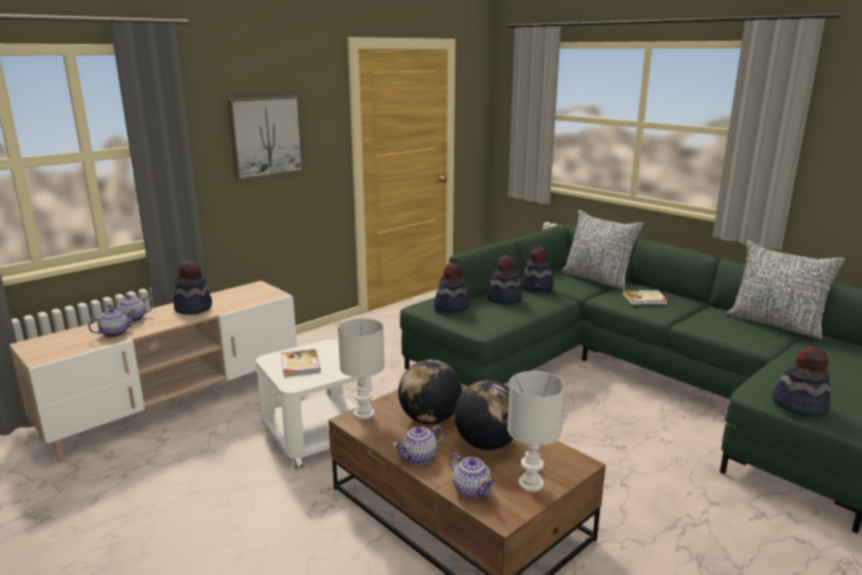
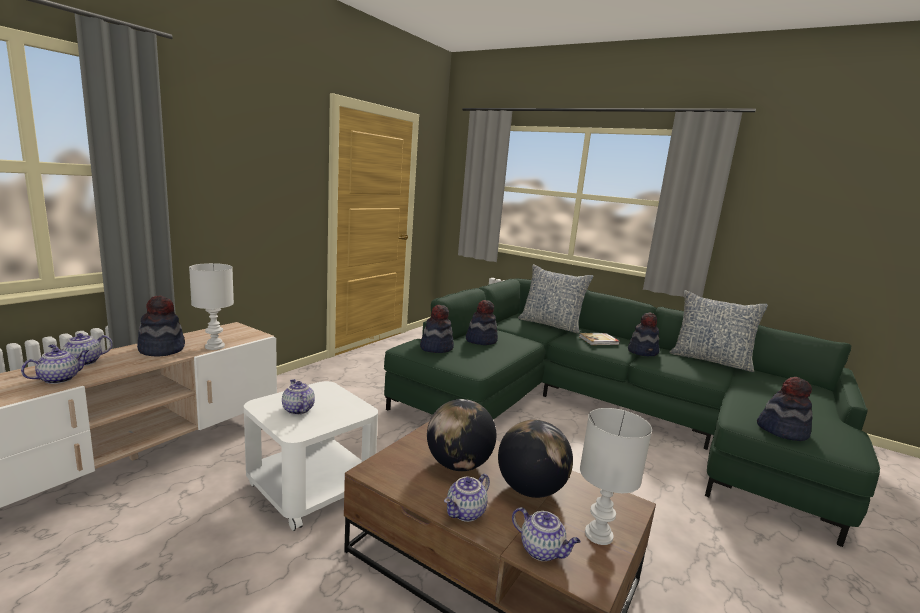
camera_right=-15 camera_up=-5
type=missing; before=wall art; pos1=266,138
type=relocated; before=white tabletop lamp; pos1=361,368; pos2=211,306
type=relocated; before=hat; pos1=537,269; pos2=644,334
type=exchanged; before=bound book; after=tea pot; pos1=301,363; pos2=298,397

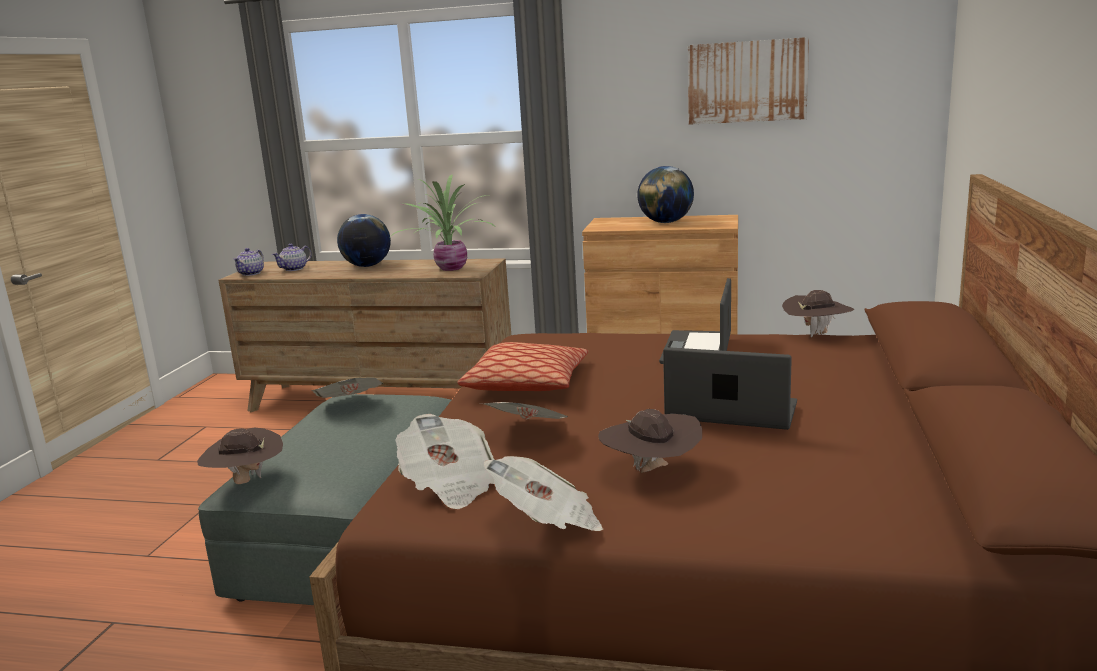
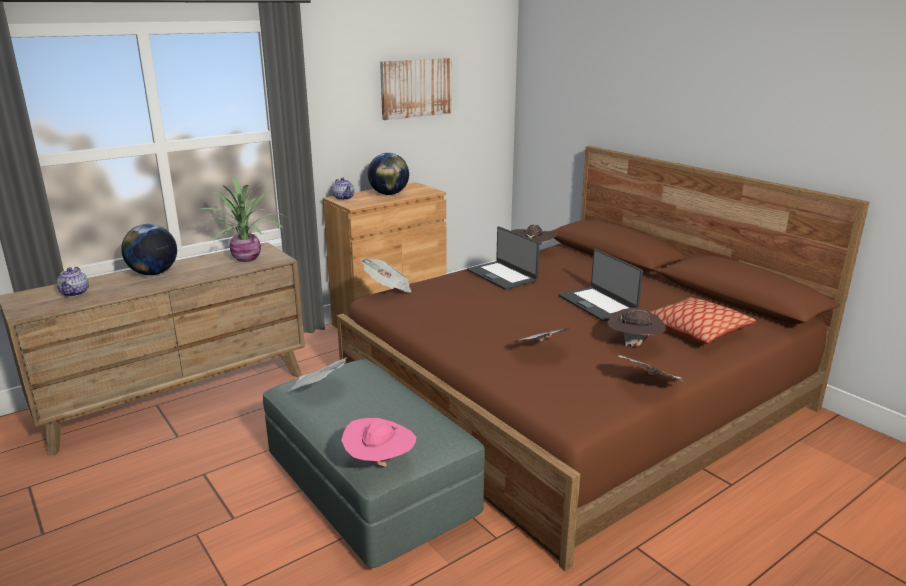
camera_right=-50 camera_up=5
type=relocated; before=tea pot; pos1=248,262; pos2=343,189
type=relocated; before=daily paper; pos1=445,461; pos2=386,275
type=relocated; before=pillow; pos1=522,366; pos2=703,320
type=colour; before=brown-coloured hat; after=pink hat; pos1=240,455; pos2=378,442
type=spun; before=laptop; pos1=730,388; pos2=601,285; turn=-90

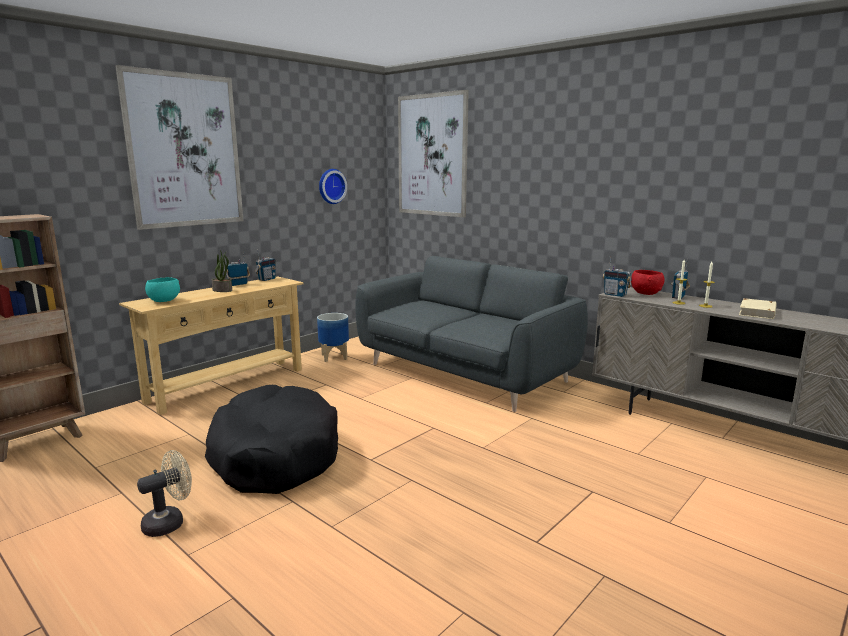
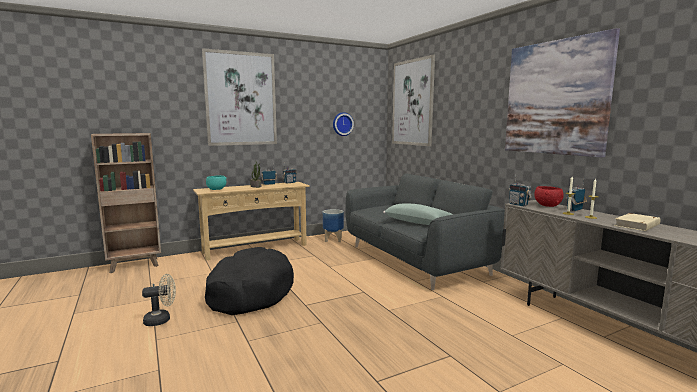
camera_right=20 camera_up=-5
type=appeared; after=green-coloured pillow; pos2=418,214
type=appeared; after=wall art; pos2=562,92

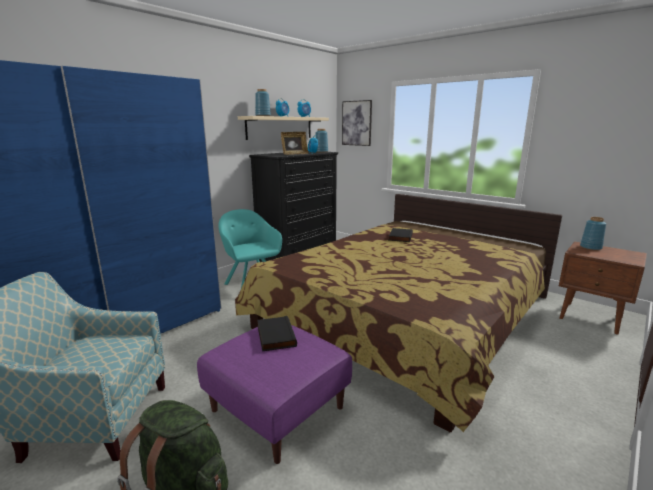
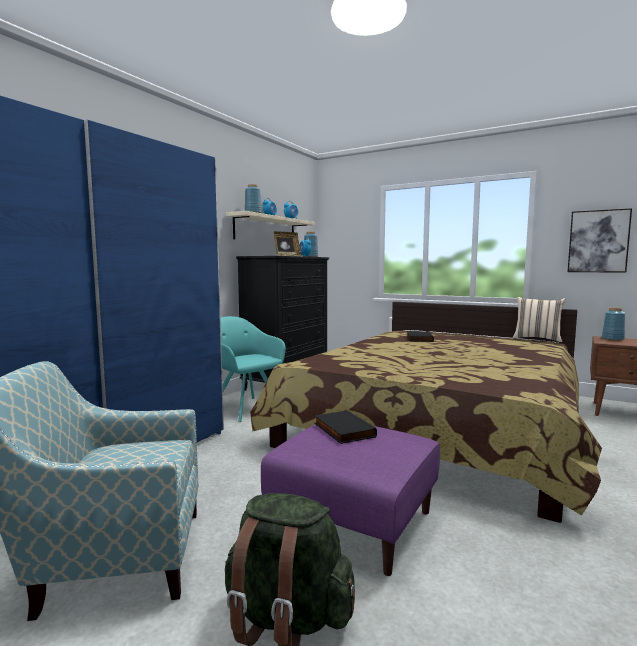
camera_right=-10 camera_up=-10
type=appeared; after=beige pillow; pos2=539,319
type=relocated; before=wall art; pos1=357,123; pos2=599,240

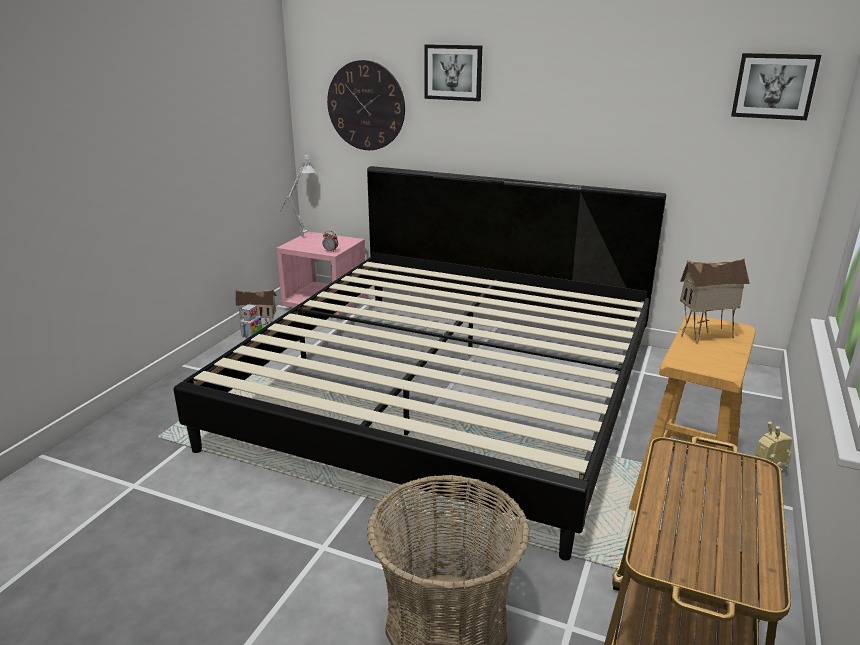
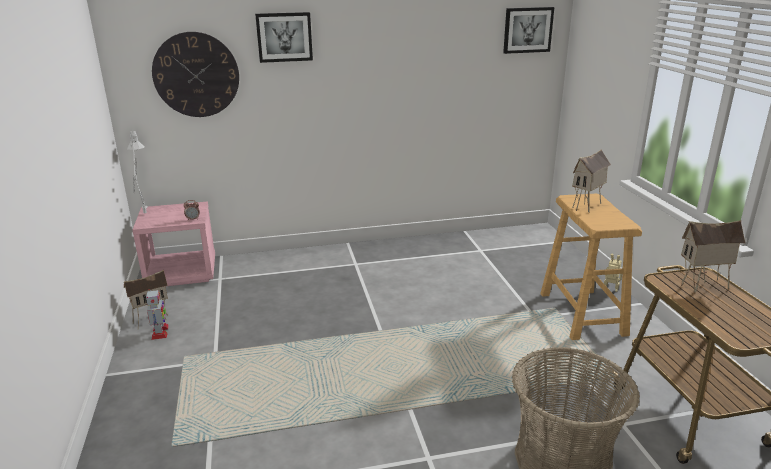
camera_right=-35 camera_up=0
type=missing; before=bedroom bed; pos1=419,363
type=appeared; after=toy house; pos2=713,256

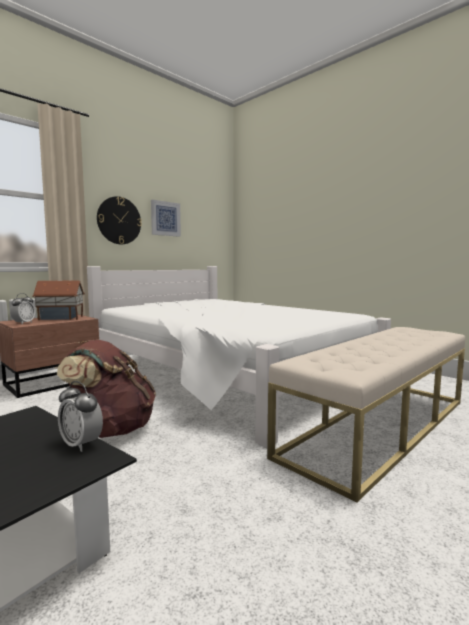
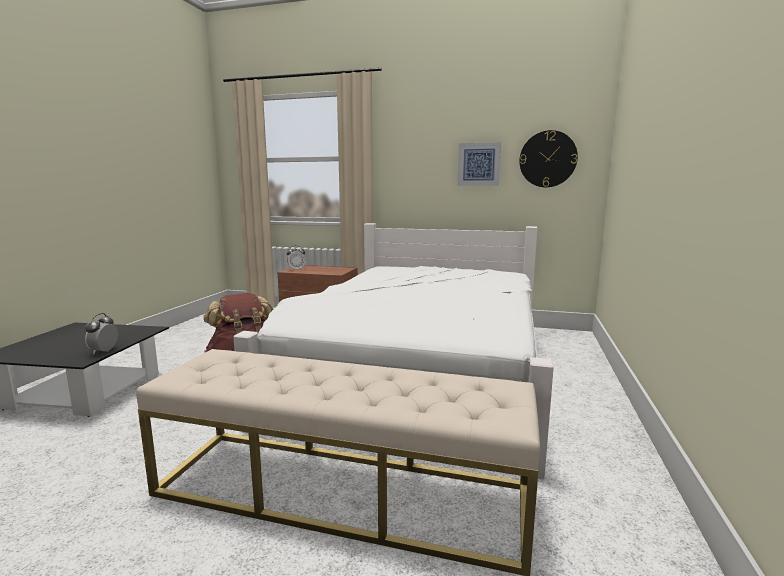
camera_right=60 camera_up=5
type=missing; before=toy house; pos1=58,300
type=relocated; before=hanging clock; pos1=119,220; pos2=548,158

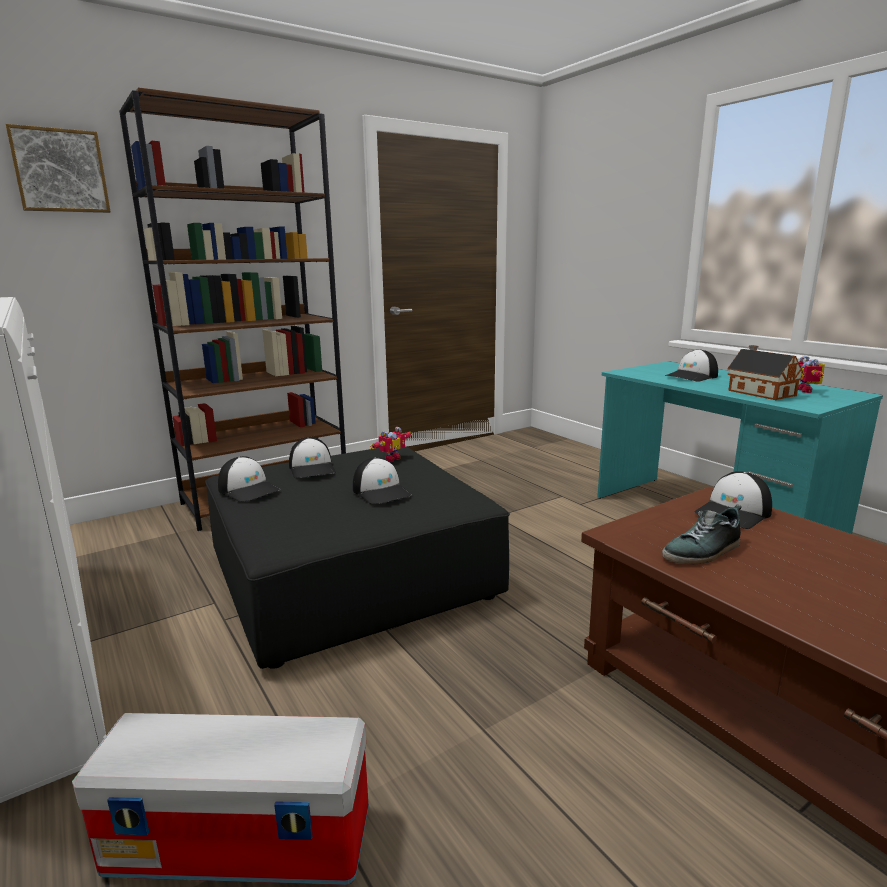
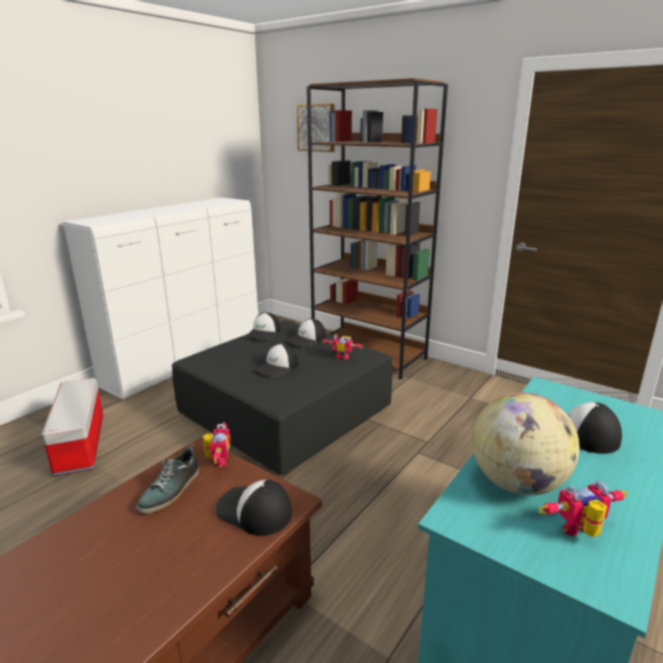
camera_right=70 camera_up=5
type=appeared; after=robot figure; pos2=217,444
type=exchanged; before=toy house; after=desk globe; pos1=765,372; pos2=526,444
type=spun; before=shoe; pos1=702,534; pos2=167,479; turn=-105

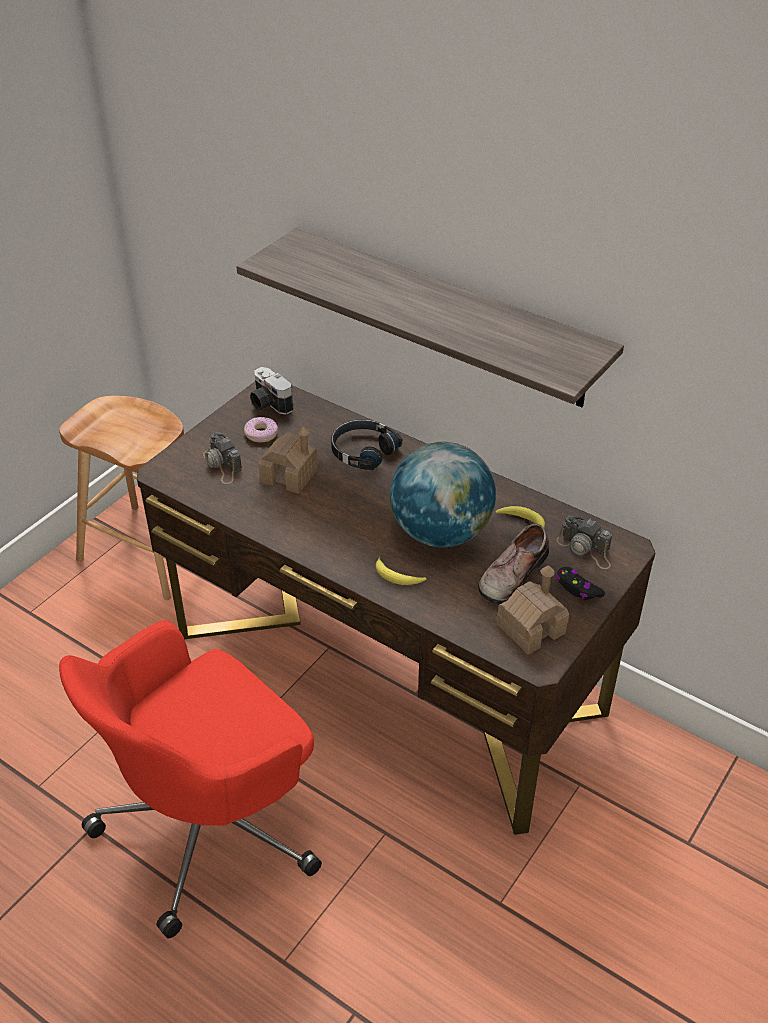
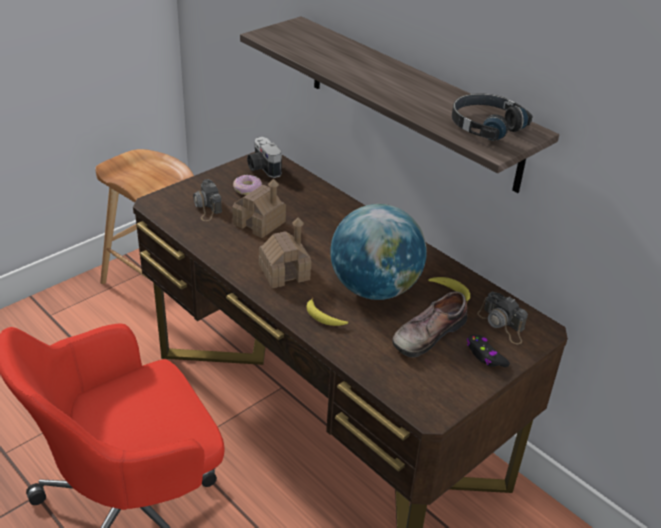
camera_right=10 camera_up=-5
type=relocated; before=black headset; pos1=366,445; pos2=492,117
type=relocated; before=toy house; pos1=532,610; pos2=285,253

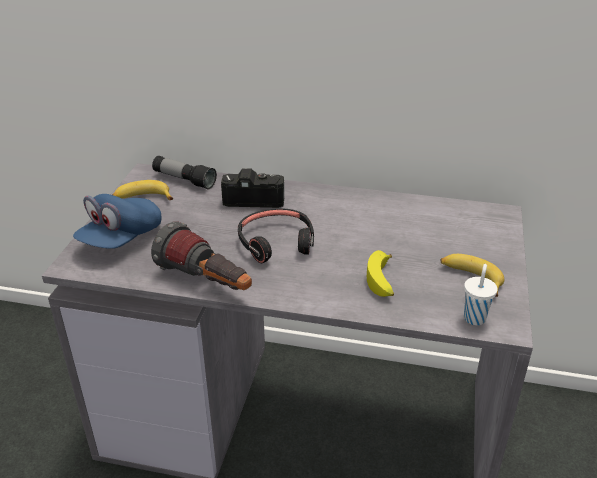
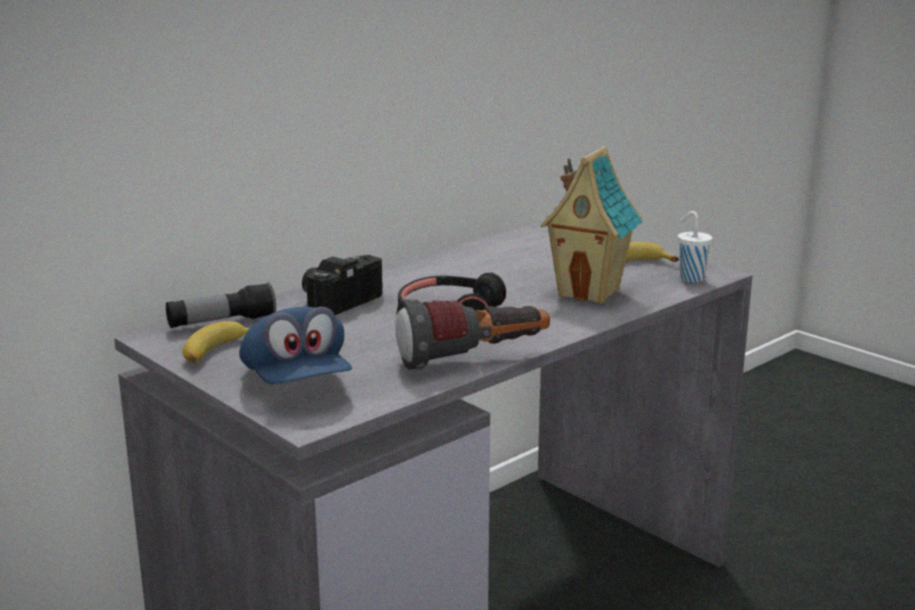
camera_right=-55 camera_up=-15
type=exchanged; before=banana fruit; after=toy house; pos1=380,273; pos2=591,225

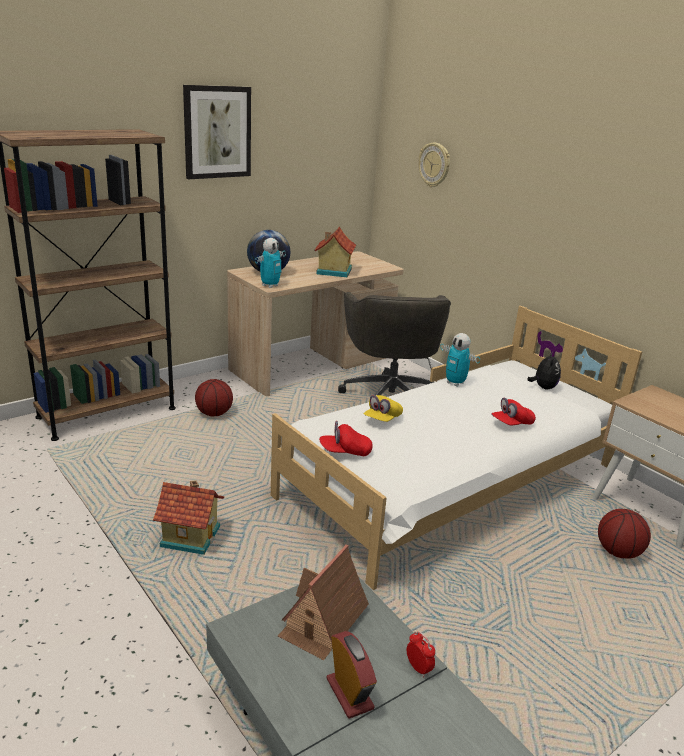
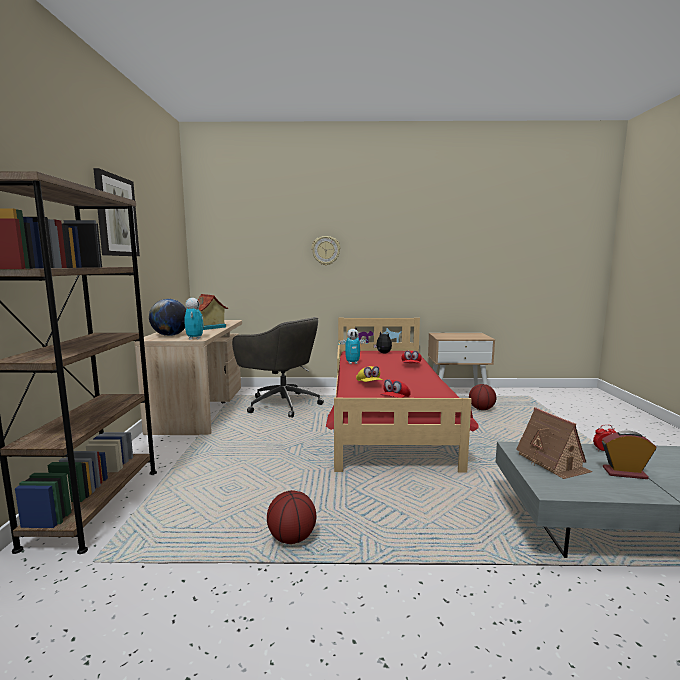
camera_right=-50 camera_up=-15
type=missing; before=toy house; pos1=188,517
type=relocated; before=ball for basketball; pos1=214,398; pos2=291,517
type=relocated; before=hanging clock; pos1=434,165; pos2=326,251
type=colour; before=white bedroom bed; after=red-coloured bedroom bed; pos1=455,448; pos2=402,395

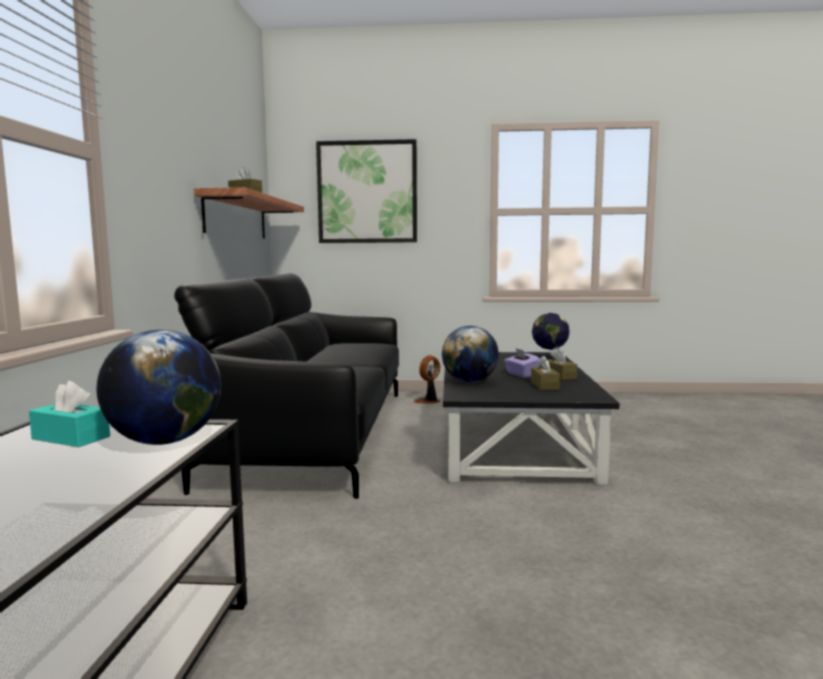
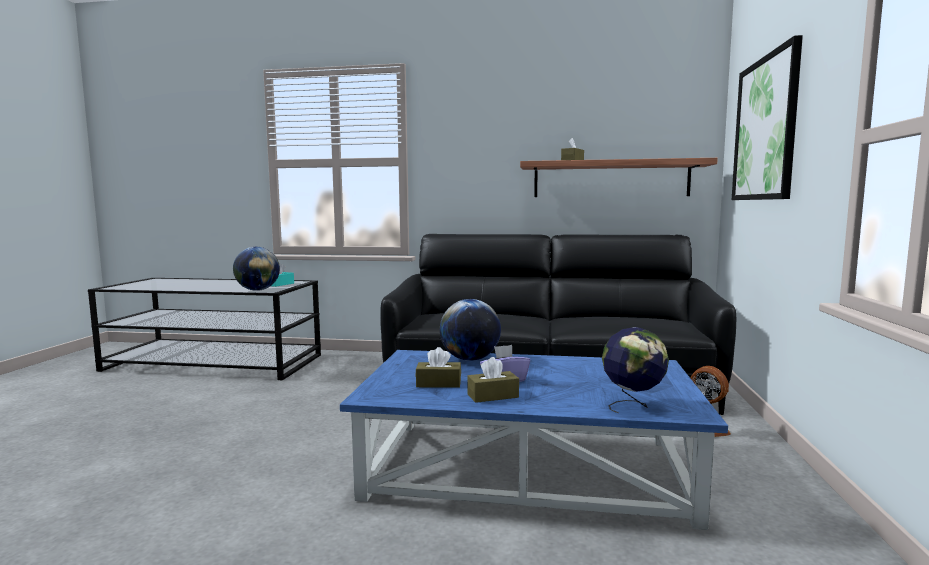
camera_right=95 camera_up=0
type=colour; before=black low table; after=blue-coloured low table; pos1=531,419; pos2=534,440

